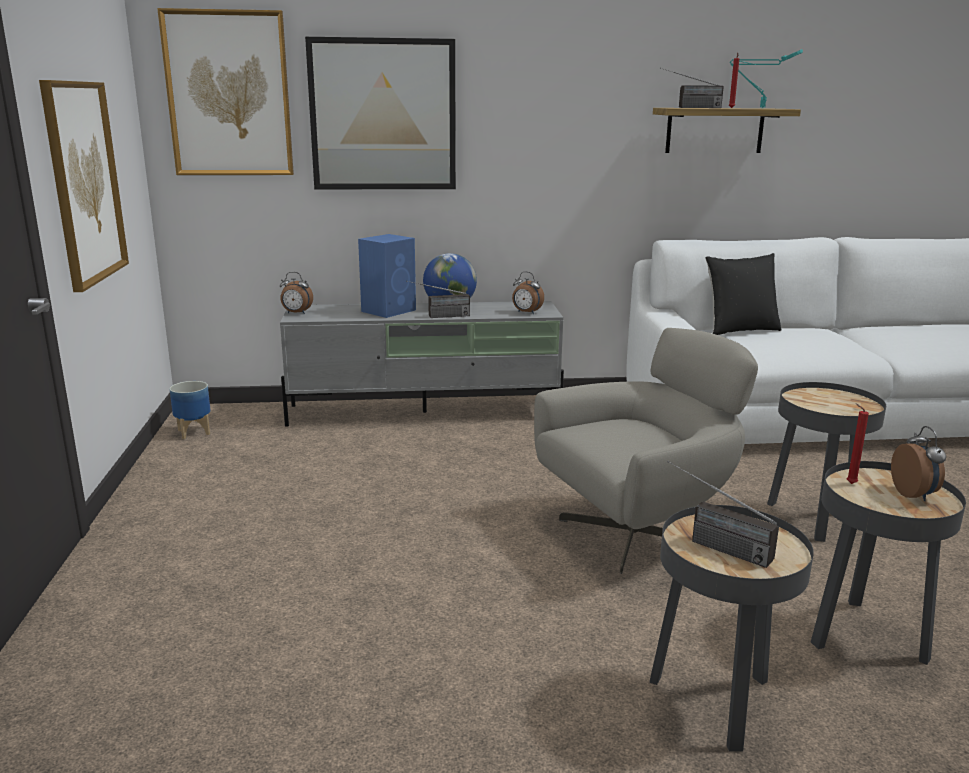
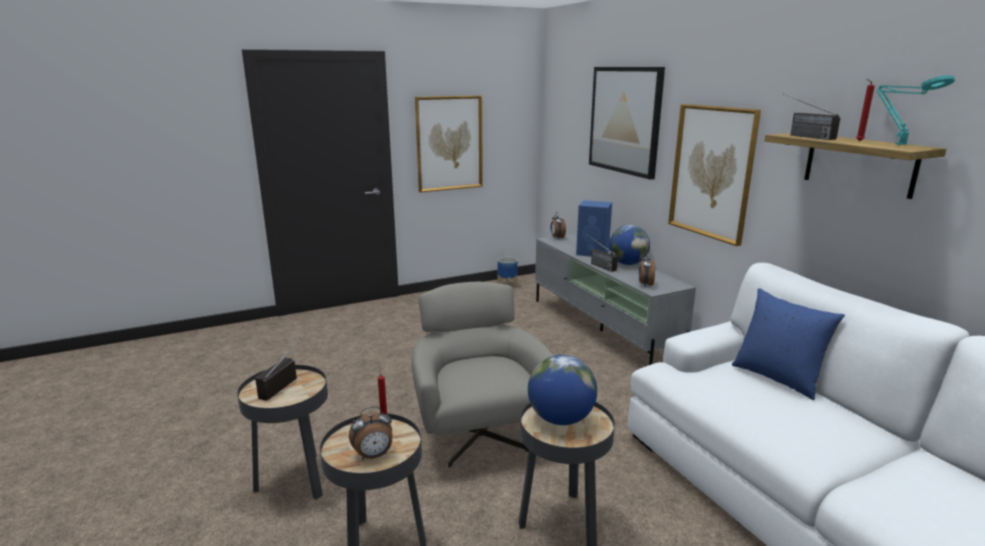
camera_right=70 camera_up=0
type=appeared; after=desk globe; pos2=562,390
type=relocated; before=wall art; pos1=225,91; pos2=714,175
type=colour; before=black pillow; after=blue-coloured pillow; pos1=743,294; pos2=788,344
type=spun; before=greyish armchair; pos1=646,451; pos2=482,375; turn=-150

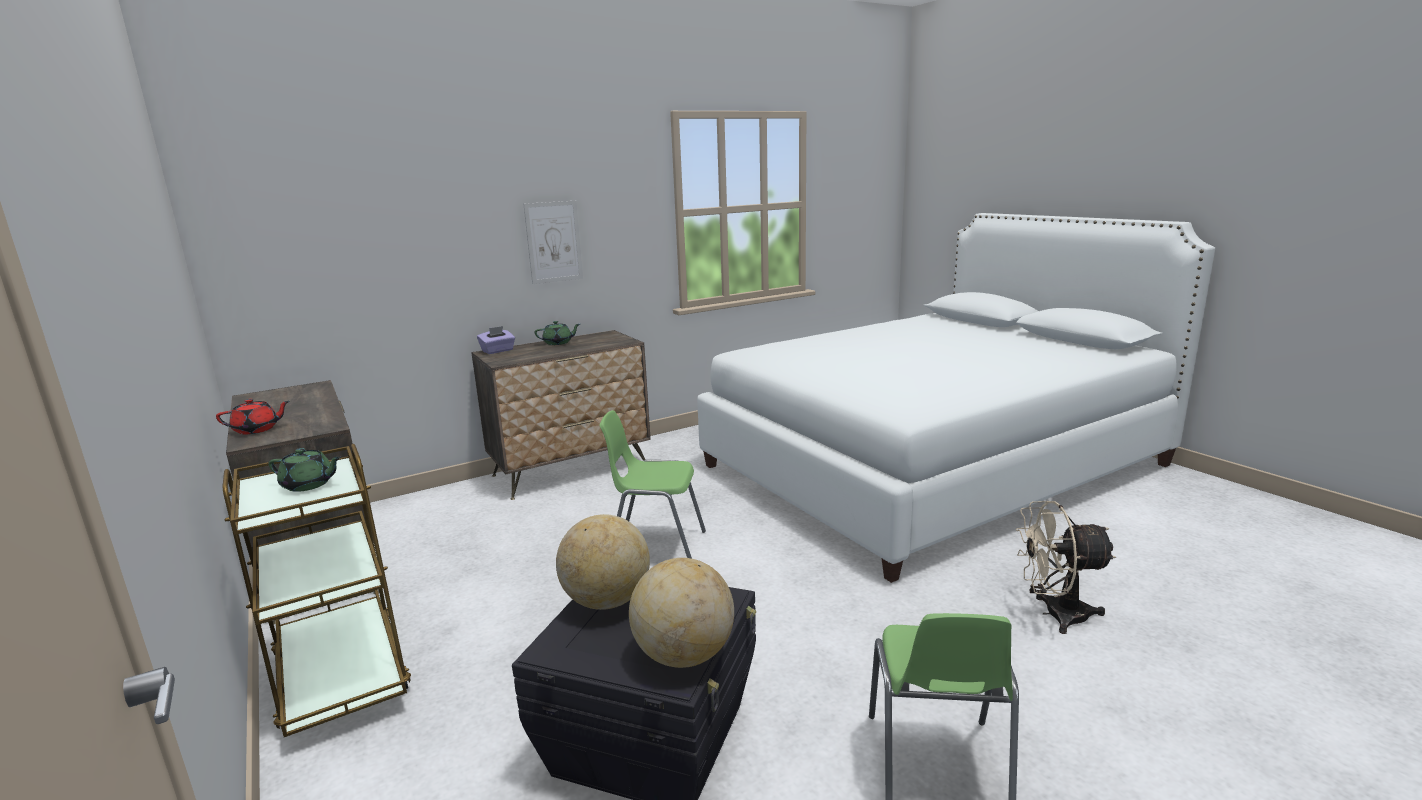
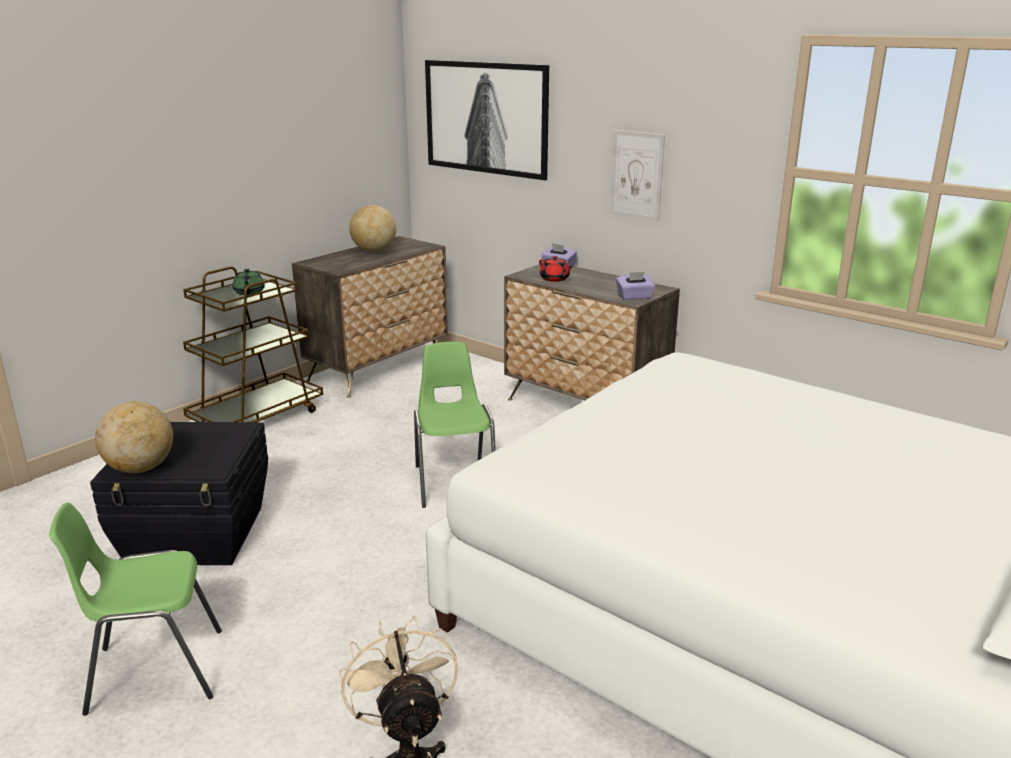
camera_right=70 camera_up=5
type=missing; before=green-coloured tea pot; pos1=557,333
type=appeared; after=wall art; pos2=487,120
type=appeared; after=purplish tissue holder; pos2=635,286
type=relocated; before=red-coloured tea pot; pos1=253,416; pos2=556,269
type=relocated; before=desk globe; pos1=603,562; pos2=372,228

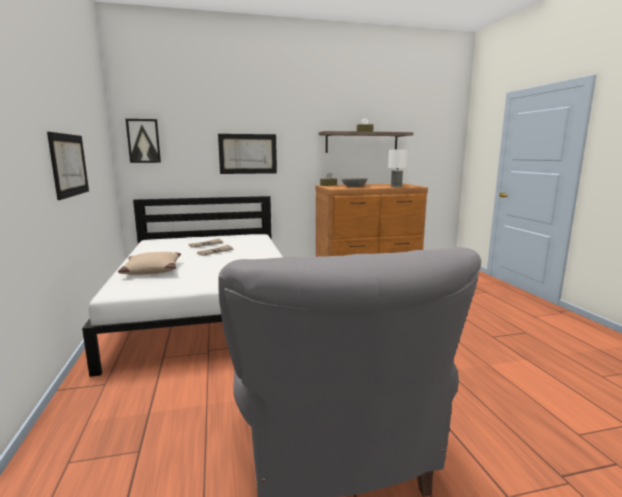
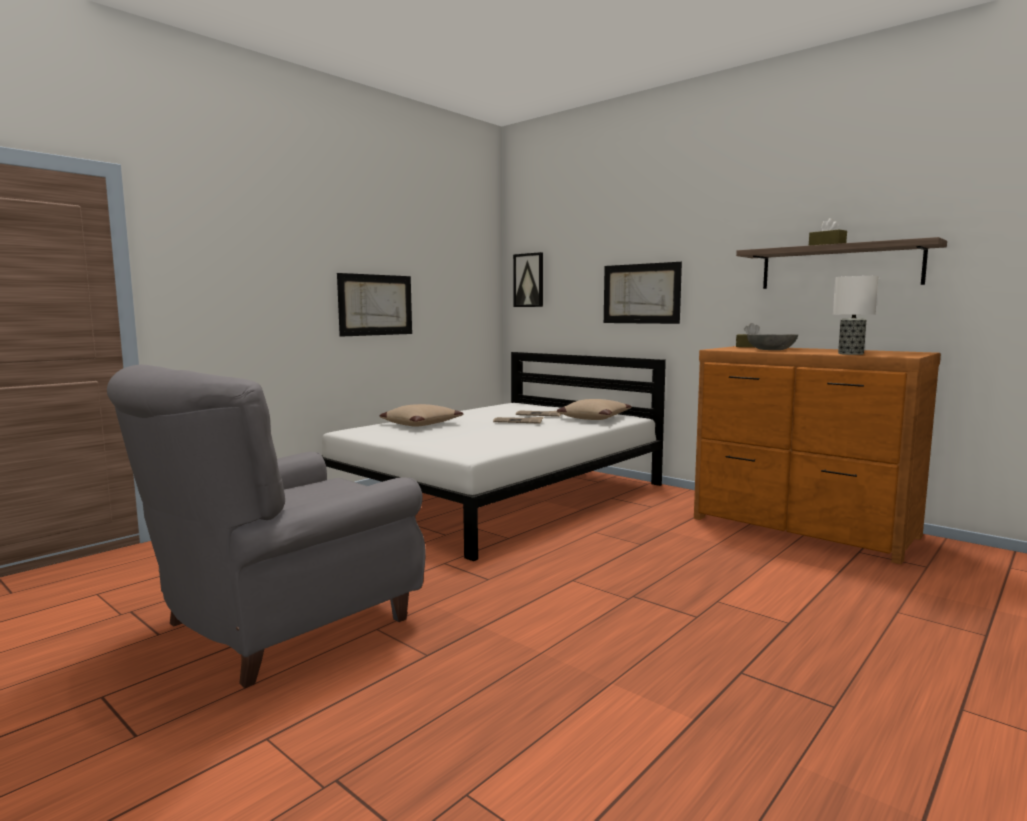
camera_right=55 camera_up=-5
type=appeared; after=beige pillow; pos2=594,409

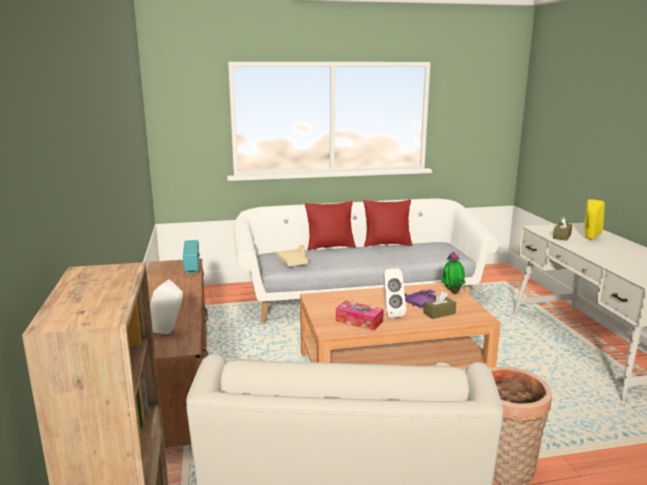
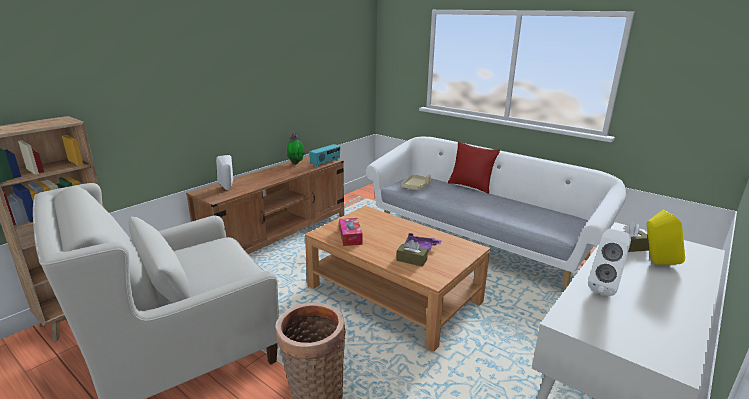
camera_right=50 camera_up=5
type=missing; before=red-coloured pillow; pos1=387,223
type=relocated; before=white audio speaker; pos1=394,293; pos2=609,262
type=relocated; before=potted plant; pos1=453,273; pos2=296,149

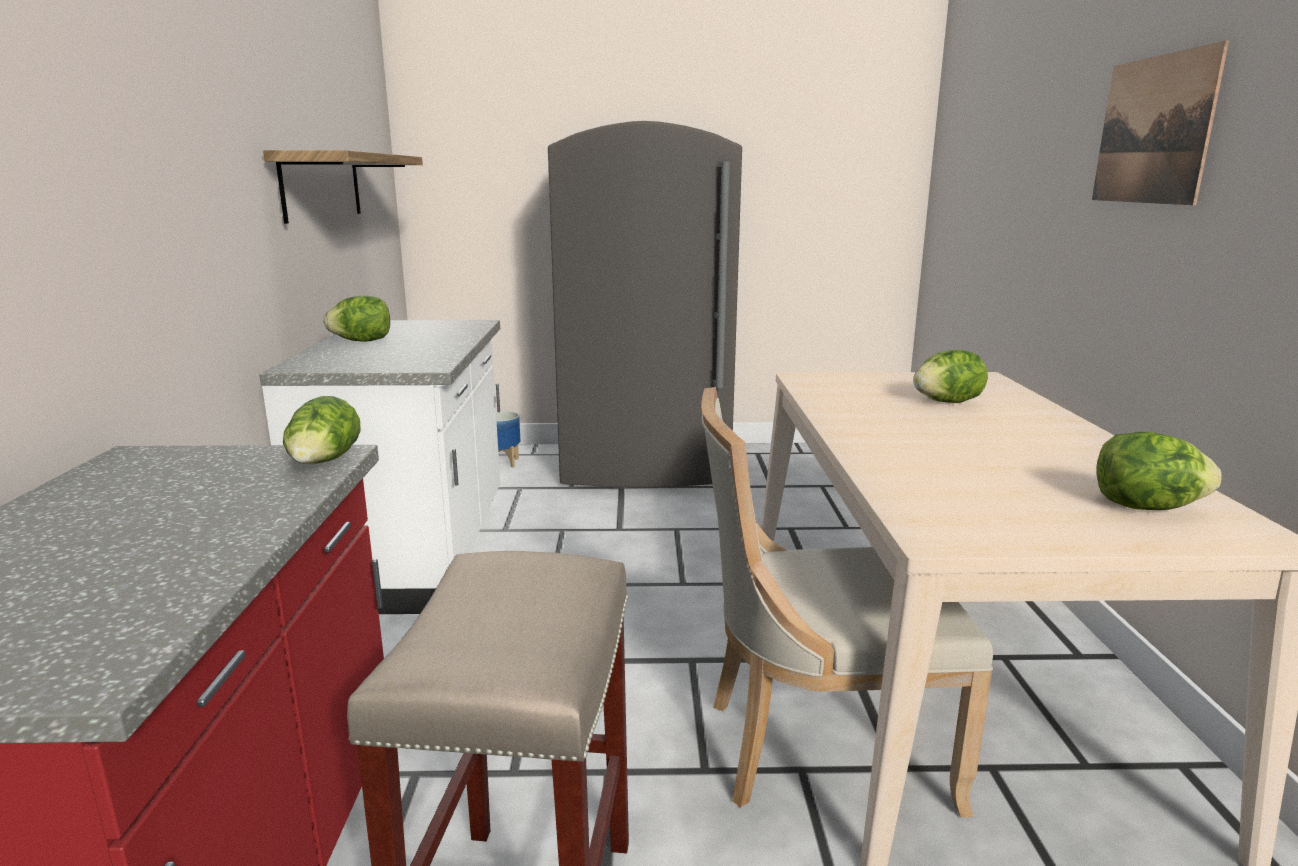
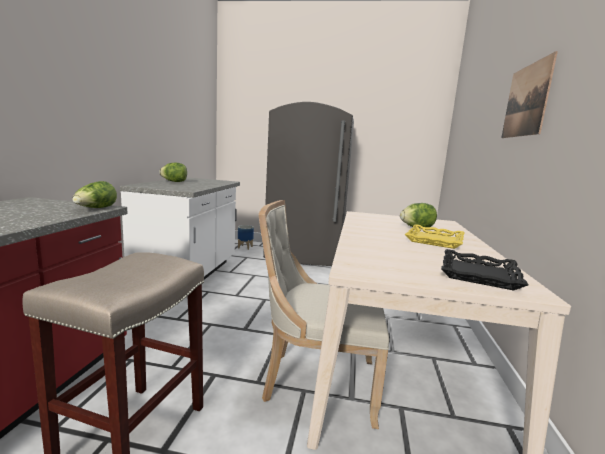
camera_right=10 camera_up=-5
type=missing; before=shelf; pos1=343,187
type=appeared; after=yellowish serving tray; pos2=435,236
type=exchanged; before=lettuce head; after=black serving tray; pos1=1159,471; pos2=484,270

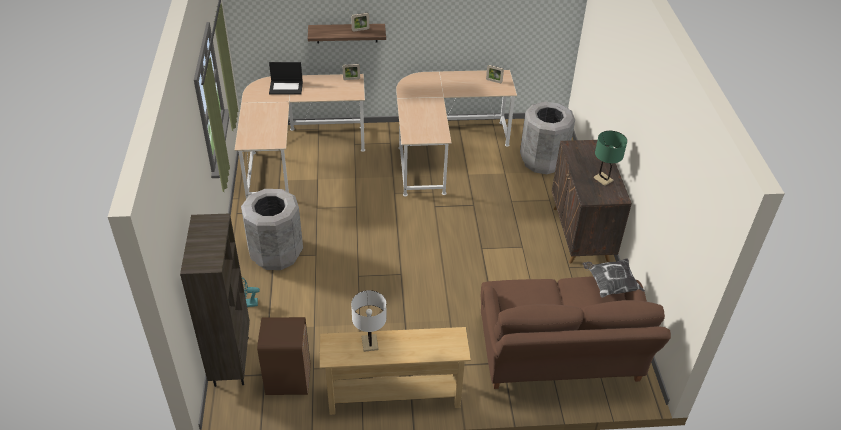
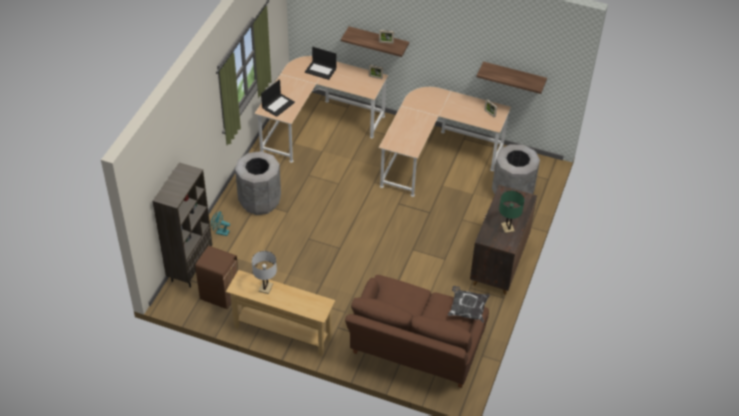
camera_right=25 camera_up=5
type=appeared; after=laptop; pos2=278,98
type=appeared; after=shelf; pos2=512,78

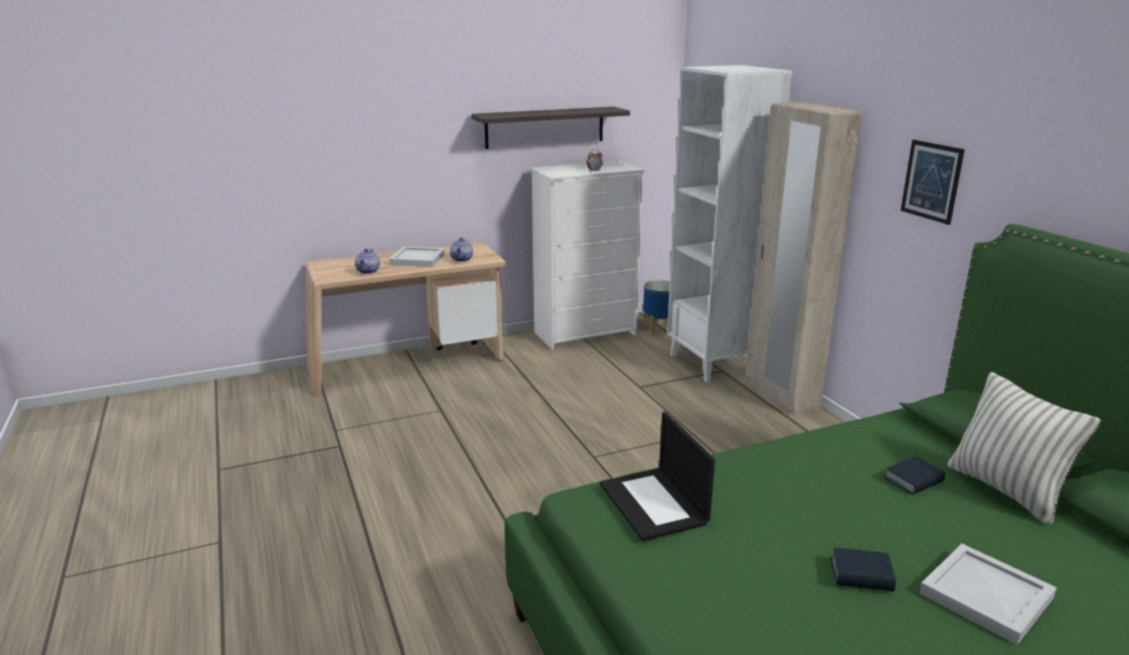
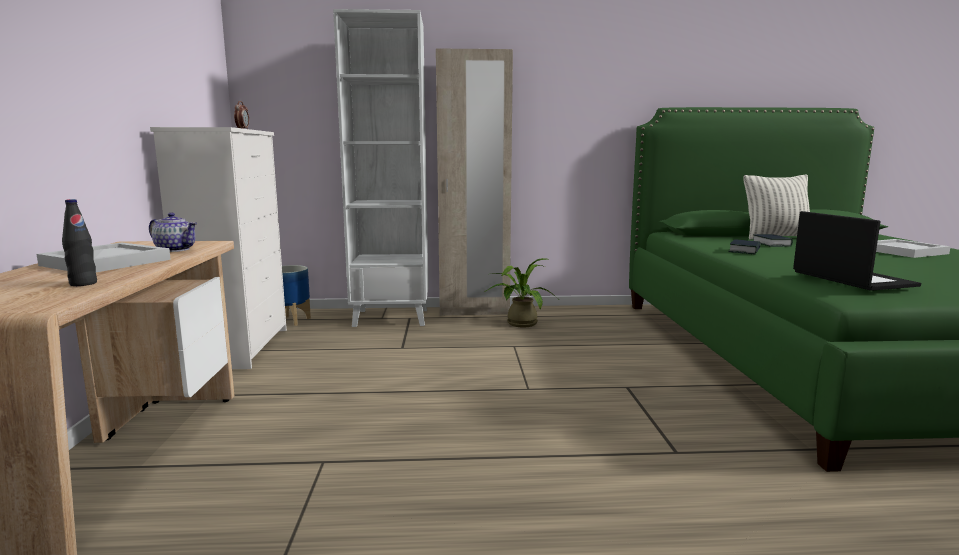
camera_right=-70 camera_up=-10
type=missing; before=shelf; pos1=550,128
type=missing; before=wall art; pos1=933,182
type=appeared; after=potted plant; pos2=521,292
type=relocated; before=bound book; pos1=863,570; pos2=744,247
type=exchanged; before=tea pot; after=black beverage bottle; pos1=367,261; pos2=79,242
type=spun; before=laptop; pos1=657,476; pos2=857,251; turn=-105

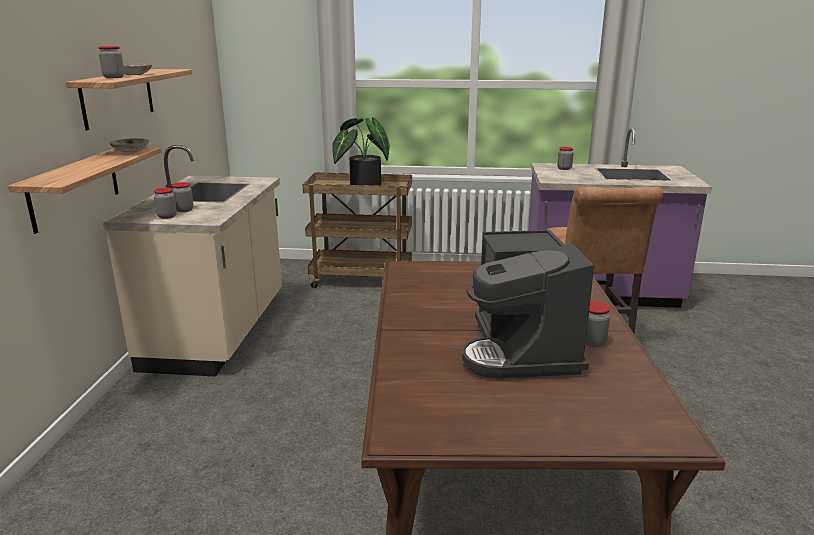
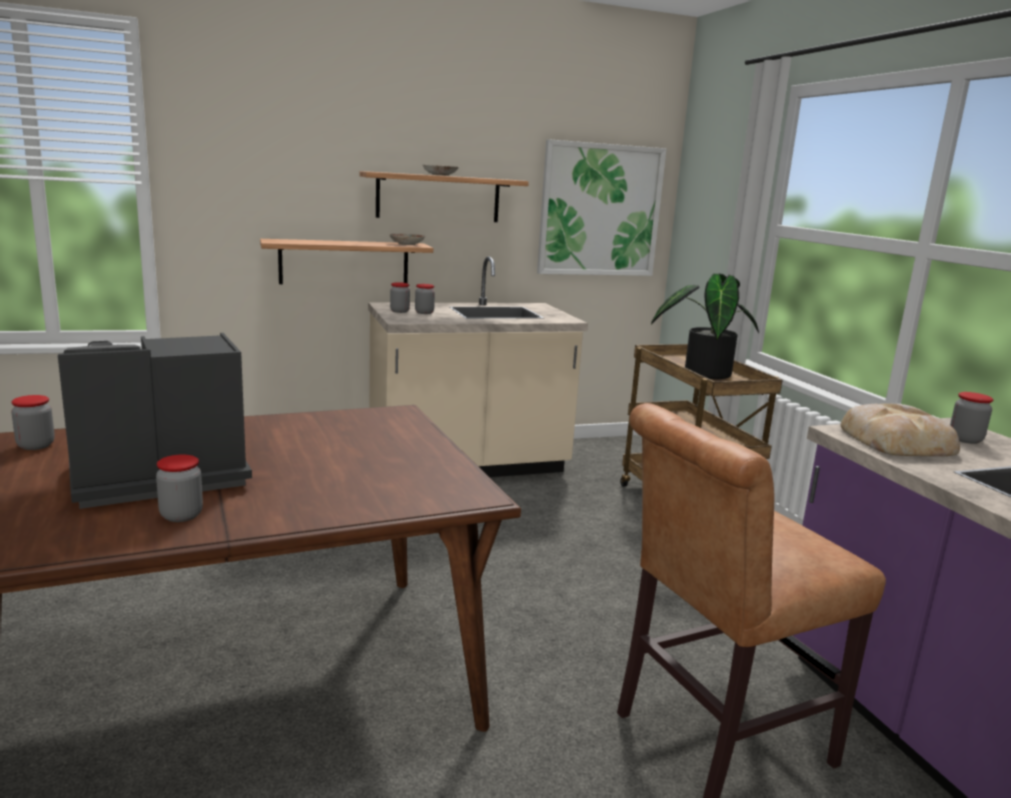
camera_right=65 camera_up=-5
type=appeared; after=wall art; pos2=601,207
type=appeared; after=bread; pos2=900,429
type=relocated; before=storage jar; pos1=111,62; pos2=33,422

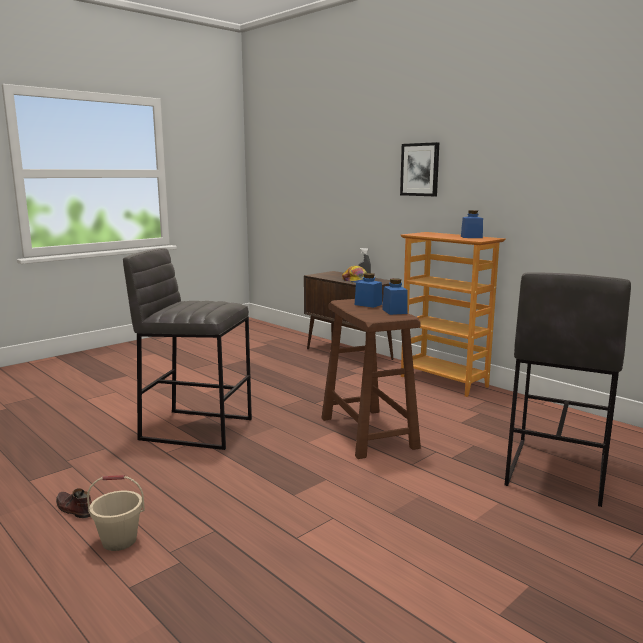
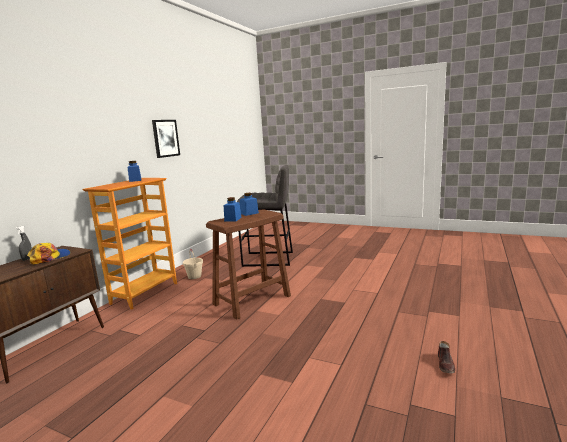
camera_right=-110 camera_up=0
type=missing; before=greyish stool; pos1=187,349
type=relocated; before=beige water bucket; pos1=116,513; pos2=193,264
type=relocated; before=wall art; pos1=419,169; pos2=166,139

